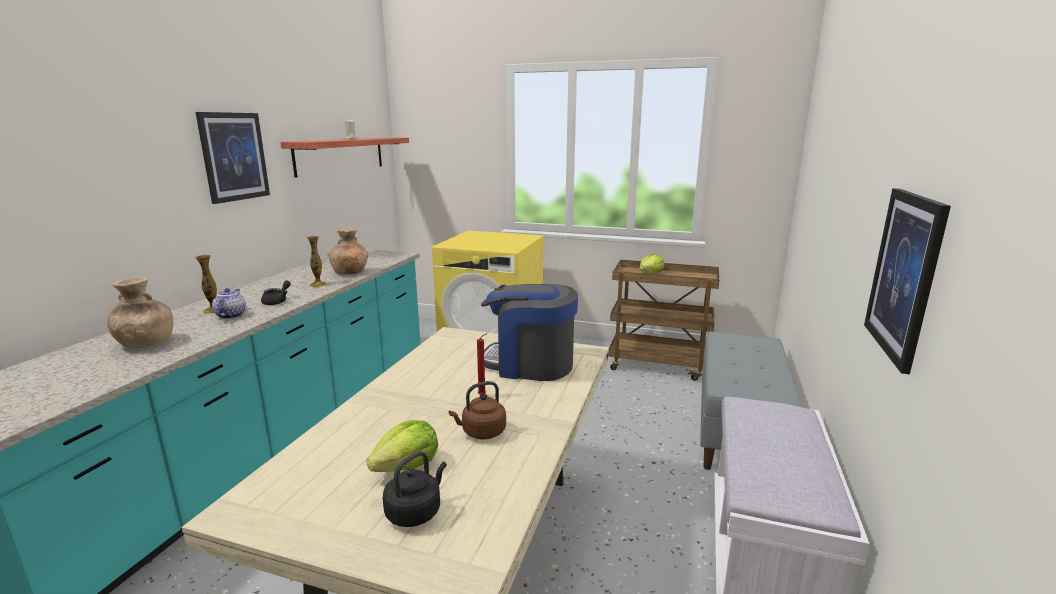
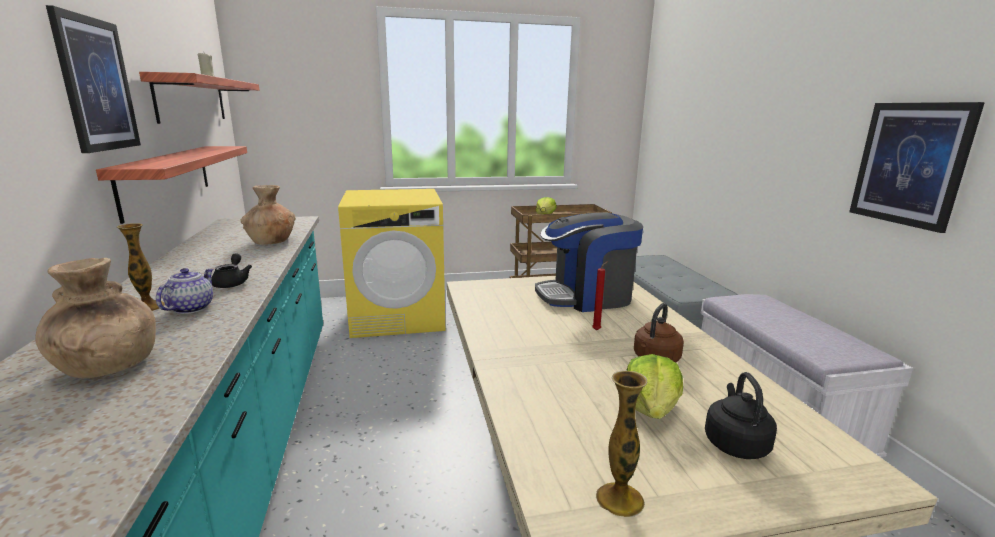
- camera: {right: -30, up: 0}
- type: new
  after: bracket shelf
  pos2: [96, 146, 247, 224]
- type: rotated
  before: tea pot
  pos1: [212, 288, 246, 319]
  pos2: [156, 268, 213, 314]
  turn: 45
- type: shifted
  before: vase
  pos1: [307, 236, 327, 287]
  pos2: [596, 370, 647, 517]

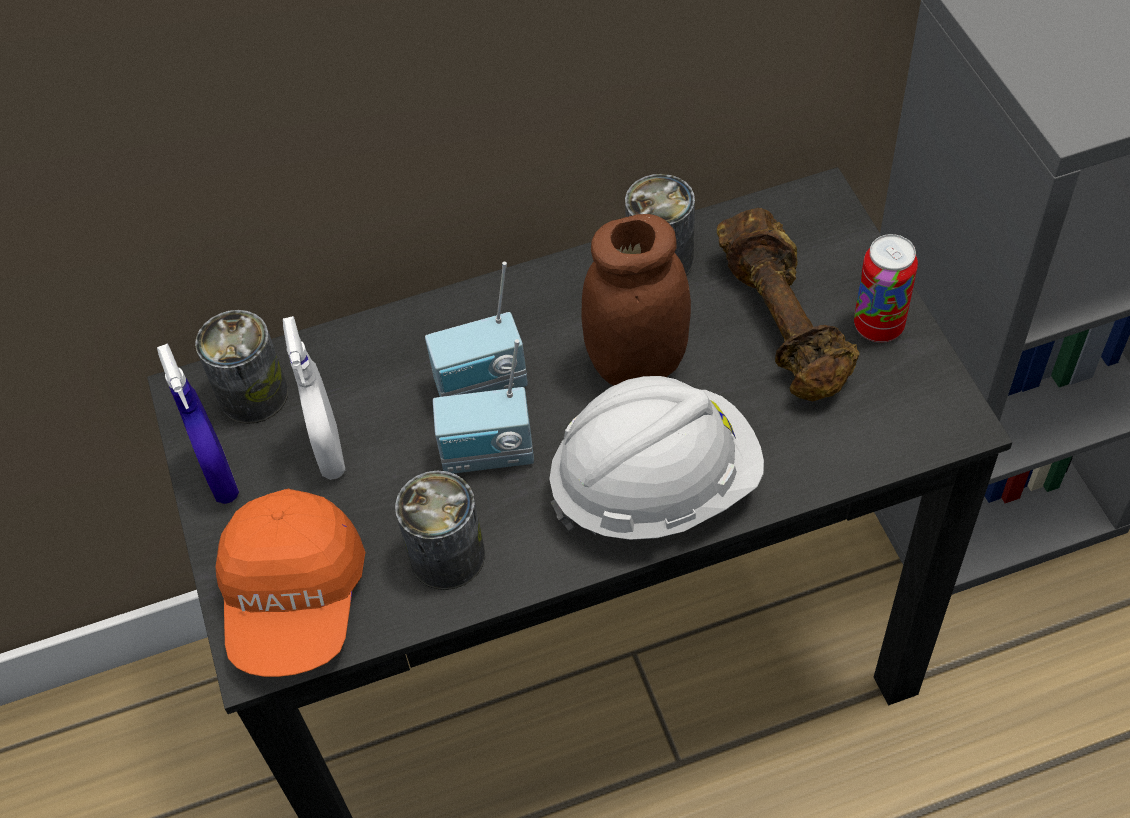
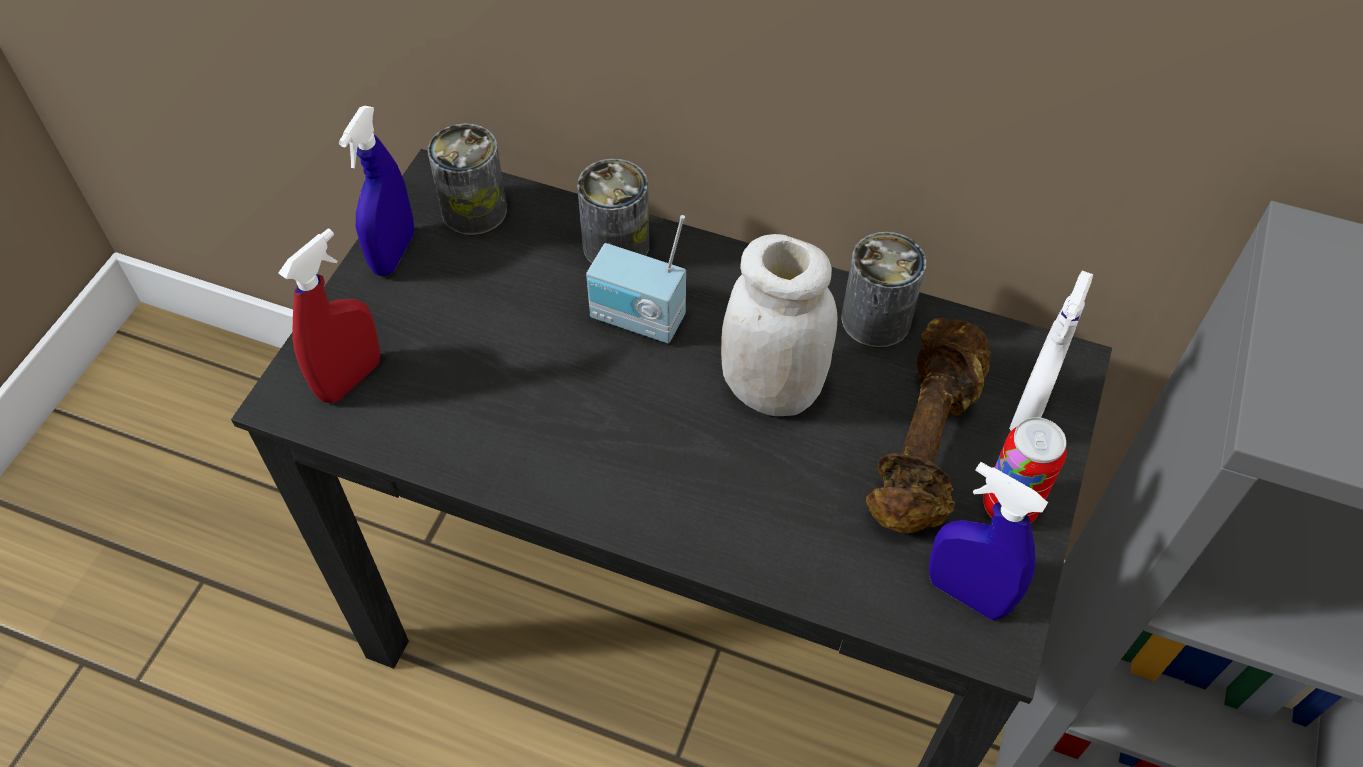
- camera: {right: 35, up: 0}
- type: swapped
  before: cap in orange
  after: hand sprayer in reddish
  pos1: [216, 488, 365, 677]
  pos2: [278, 228, 380, 403]
- type: shifted
  before: can
  pos1: [395, 471, 485, 590]
  pos2: [577, 159, 649, 264]
- type: repainted
  before: storage jar in brown-coloured
  after: storage jar in white-coloured
  pos1: [581, 214, 691, 385]
  pos2: [721, 234, 838, 416]
- type: new
  after: hand sprayer in blue
  pos2: [929, 462, 1048, 620]
- type: shifted
  before: hand sprayer in white-coloured
  pos1: [283, 316, 345, 480]
  pos2: [1009, 271, 1093, 431]
- type: gone
  before: radio set
  pos1: [433, 339, 534, 474]
- type: gone
  before: safety helmet in white-coloured
  pos1: [549, 376, 764, 540]

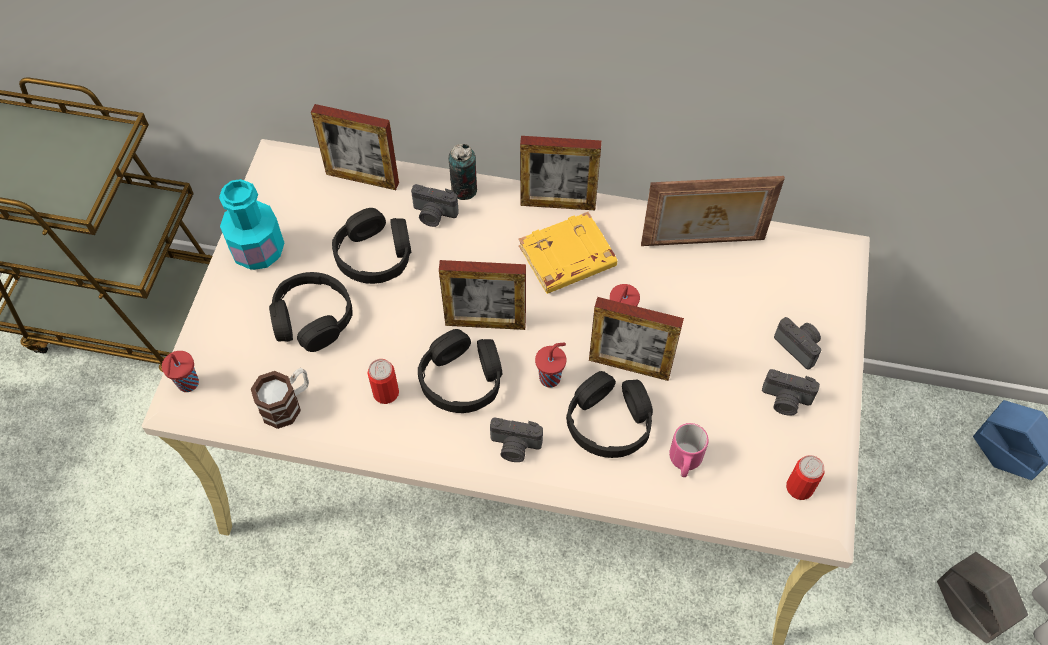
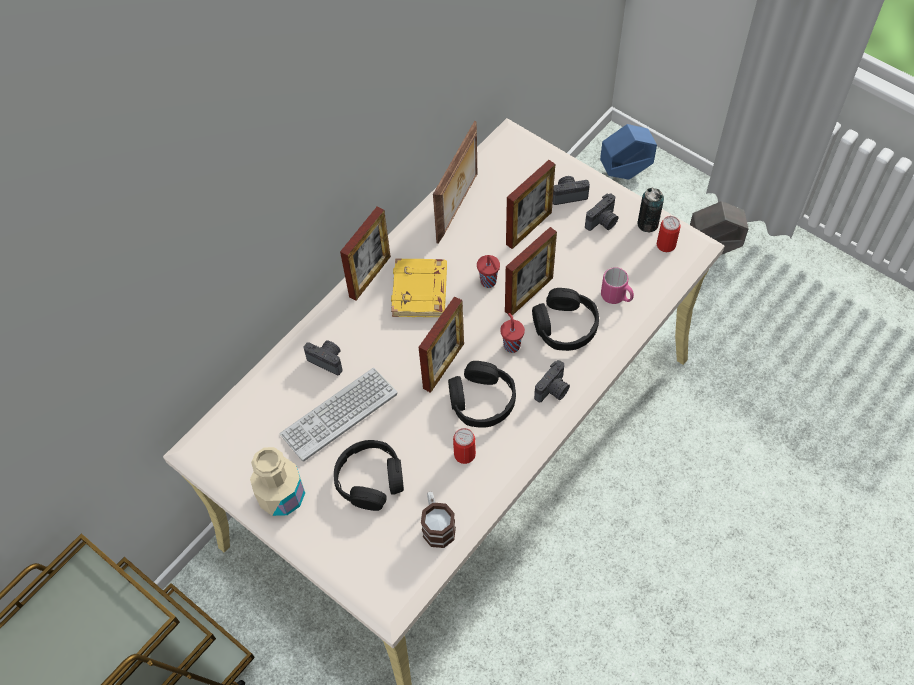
- camera: {right: -60, up: 0}
- type: repainted
  before: beverage bottle in turquoise-coloured
  after: beverage bottle in beige
  pos1: [219, 179, 284, 270]
  pos2: [250, 447, 305, 516]
- type: swapped
  before: pair of headphones in black-coloured
  after: computer keyboard
  pos1: [332, 208, 412, 284]
  pos2: [279, 368, 398, 461]
- type: rotated
  before: still camera
  pos1: [411, 184, 459, 227]
  pos2: [303, 340, 343, 375]
  turn: -105
- type: shifted
  before: photo frame
  pos1: [311, 104, 399, 190]
  pos2: [506, 160, 555, 249]
- type: shifted
  before: can
  pos1: [448, 144, 477, 200]
  pos2: [637, 188, 664, 232]
- type: gone
  before: small cup in reddish
  pos1: [162, 351, 199, 392]

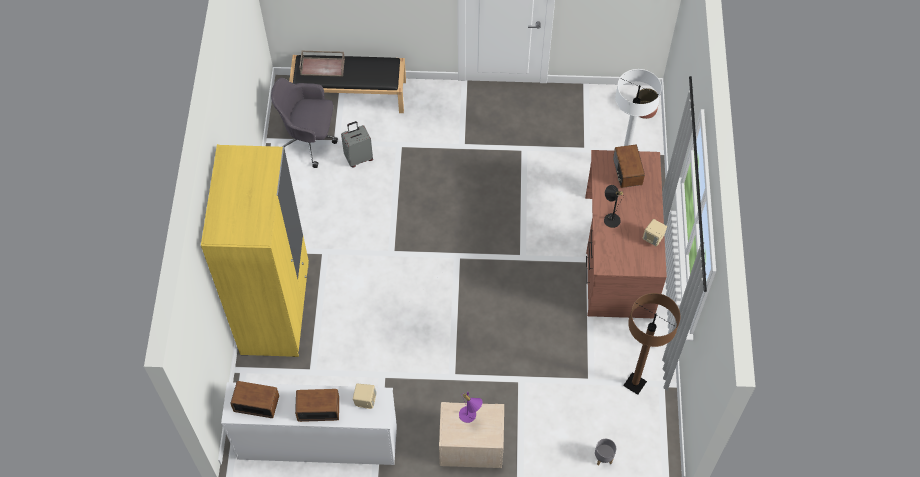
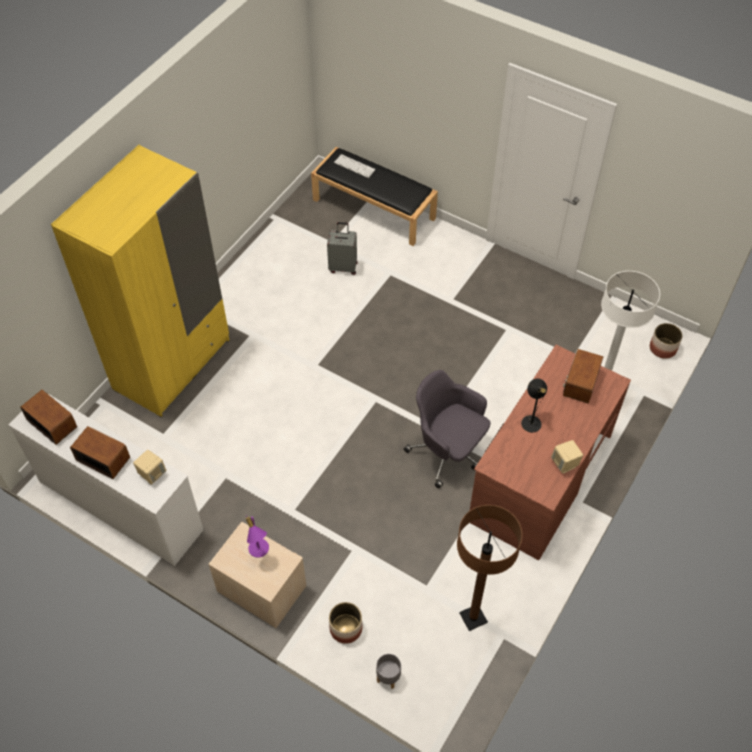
- camera: {right: 30, up: -5}
- type: new
  after: planter
  pos2: [329, 602, 363, 644]
- type: swapped
  before: carrying tray in brown-coloured
  after: computer keyboard
  pos1: [299, 51, 345, 76]
  pos2: [334, 154, 376, 178]
- type: shifted
  before: computer chair in gray
  pos1: [271, 78, 338, 168]
  pos2: [404, 370, 491, 488]

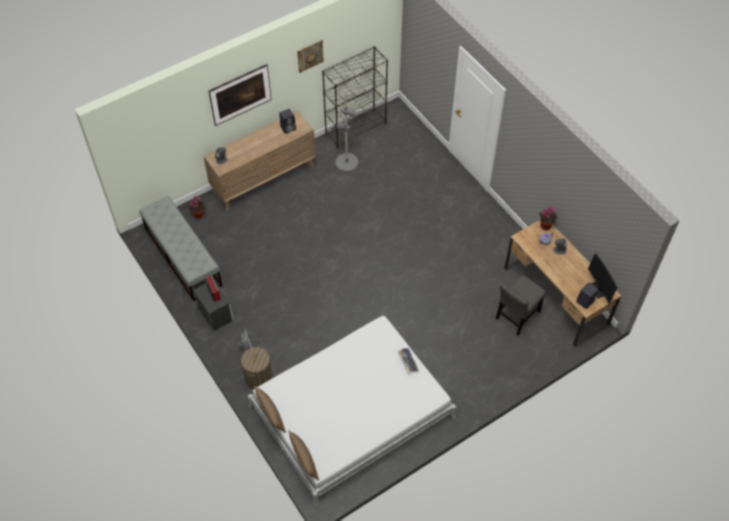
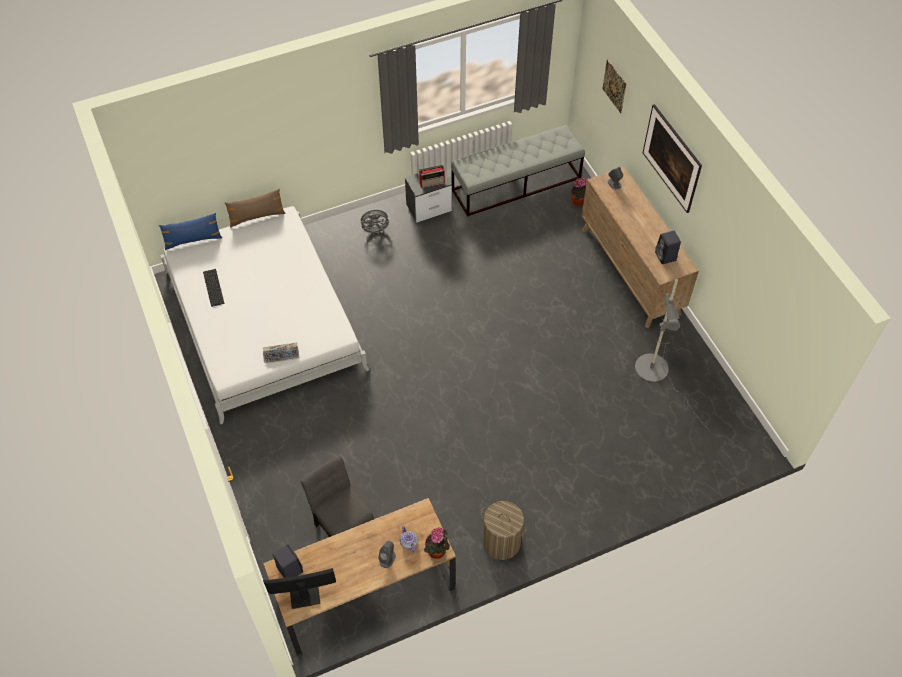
- camera: {right: 100, up: 0}
- type: repainted
  before: pillow in brown-coloured
  after: pillow in blue
  pos1: [288, 430, 319, 481]
  pos2: [159, 213, 222, 250]
- type: new
  after: computer keyboard
  pos2: [203, 269, 224, 307]
- type: shifted
  before: washing basket
  pos1: [241, 346, 272, 390]
  pos2: [481, 501, 527, 560]
- type: shifted
  before: wall art
  pos1: [297, 40, 324, 73]
  pos2: [602, 59, 626, 113]
- type: gone
  before: shelving unit in black-coloured
  pos1: [322, 46, 388, 149]

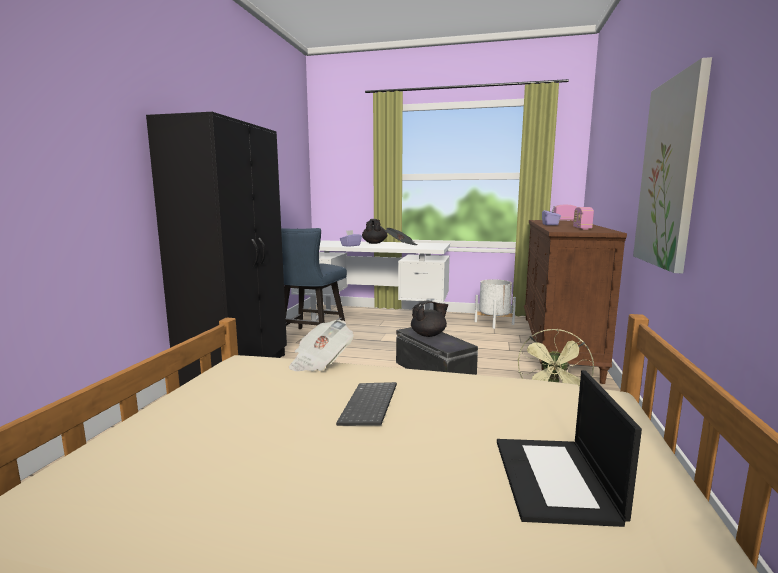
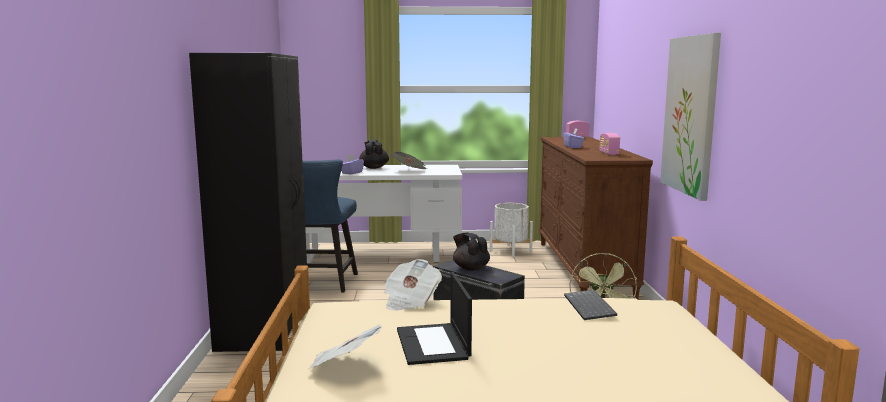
- camera: {right: -15, up: 0}
- type: new
  after: newspaper
  pos2: [307, 324, 382, 370]
- type: shifted
  before: notebook computer
  pos1: [497, 370, 642, 527]
  pos2: [397, 272, 472, 365]
- type: rotated
  before: tea pot in black-coloured
  pos1: [411, 301, 448, 337]
  pos2: [453, 232, 490, 271]
  turn: -90
- type: shifted
  before: computer keyboard
  pos1: [336, 382, 397, 426]
  pos2: [564, 290, 617, 320]

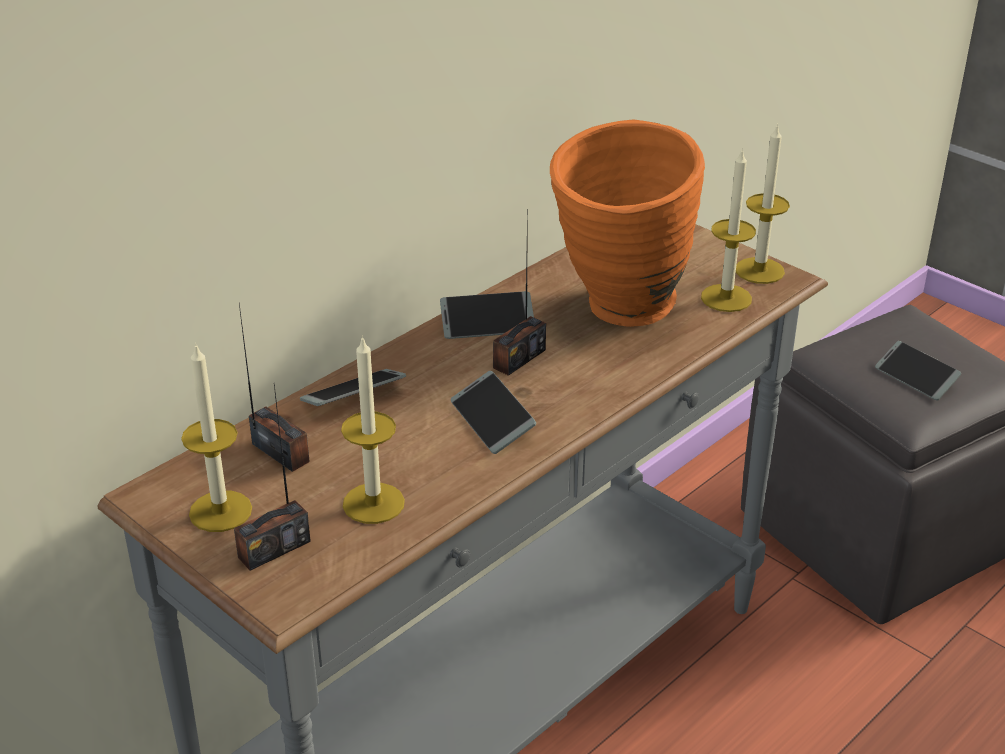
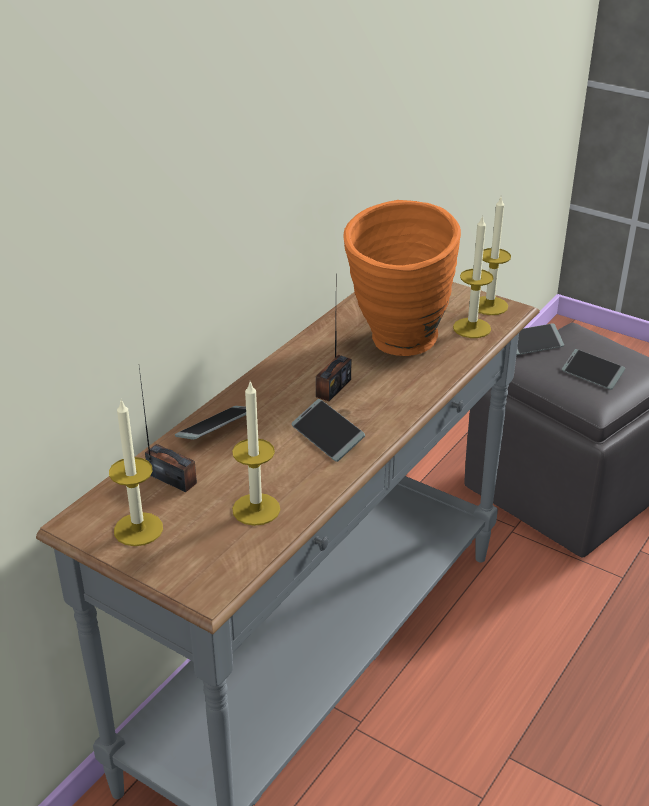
- camera: {right: -10, up: 0}
- type: shifted
  before: phone
  pos1: [440, 291, 534, 339]
  pos2: [517, 323, 564, 355]
- type: gone
  before: radio set
  pos1: [234, 384, 311, 571]

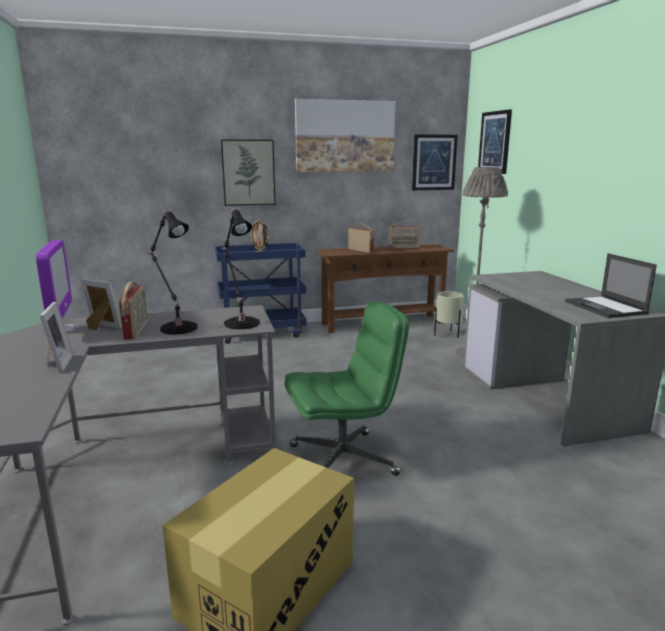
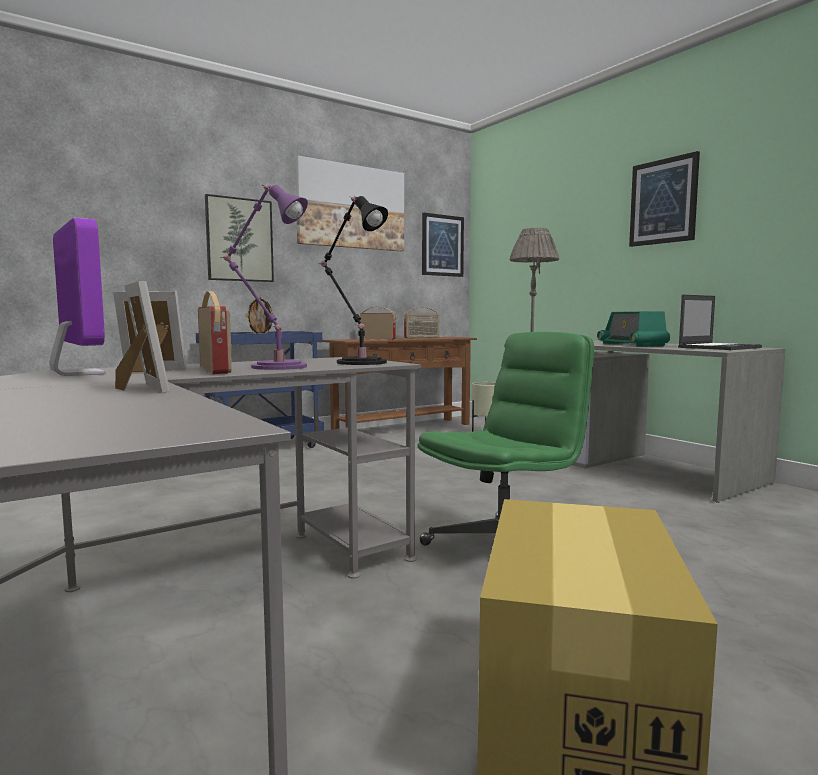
- camera: {right: -20, up: -10}
- type: repainted
  before: tabletop lamp in black-coloured
  after: tabletop lamp in purplish
  pos1: [148, 210, 197, 334]
  pos2: [220, 184, 308, 370]
- type: new
  after: radio set
  pos2: [597, 311, 670, 347]
- type: shifted
  before: wall art
  pos1: [478, 109, 512, 174]
  pos2: [629, 151, 700, 247]
- type: rotated
  before: notebook computer
  pos1: [565, 253, 657, 318]
  pos2: [678, 295, 762, 350]
  turn: -90

